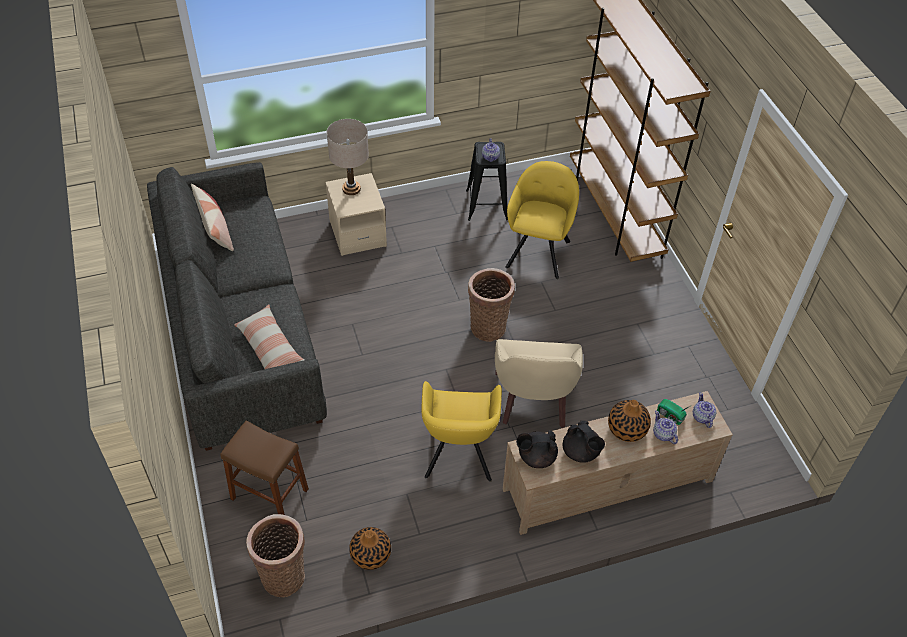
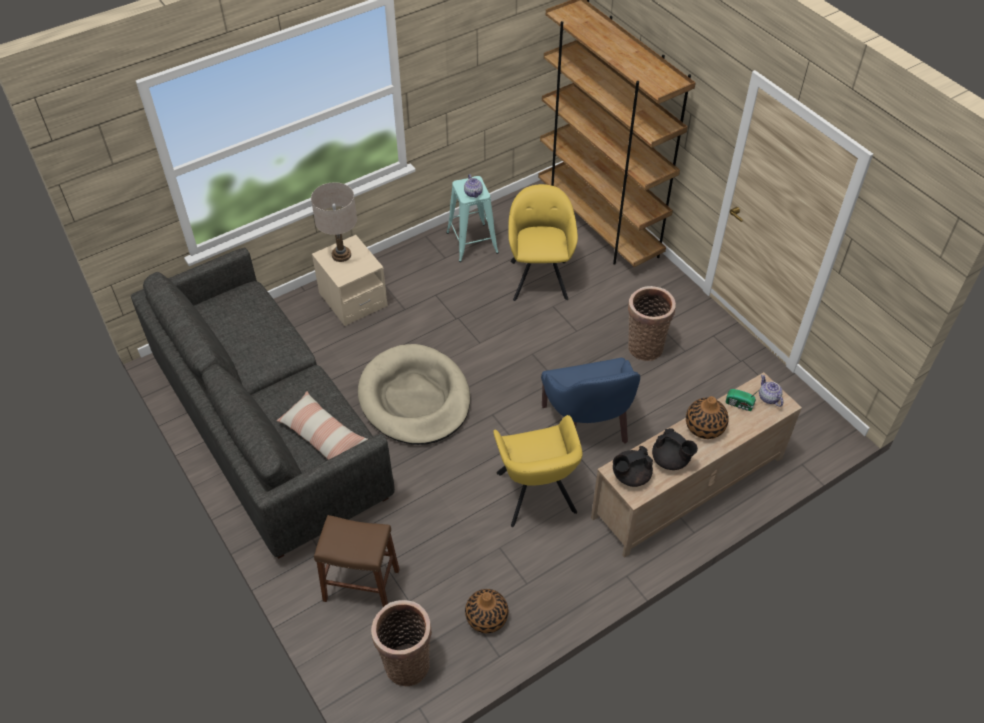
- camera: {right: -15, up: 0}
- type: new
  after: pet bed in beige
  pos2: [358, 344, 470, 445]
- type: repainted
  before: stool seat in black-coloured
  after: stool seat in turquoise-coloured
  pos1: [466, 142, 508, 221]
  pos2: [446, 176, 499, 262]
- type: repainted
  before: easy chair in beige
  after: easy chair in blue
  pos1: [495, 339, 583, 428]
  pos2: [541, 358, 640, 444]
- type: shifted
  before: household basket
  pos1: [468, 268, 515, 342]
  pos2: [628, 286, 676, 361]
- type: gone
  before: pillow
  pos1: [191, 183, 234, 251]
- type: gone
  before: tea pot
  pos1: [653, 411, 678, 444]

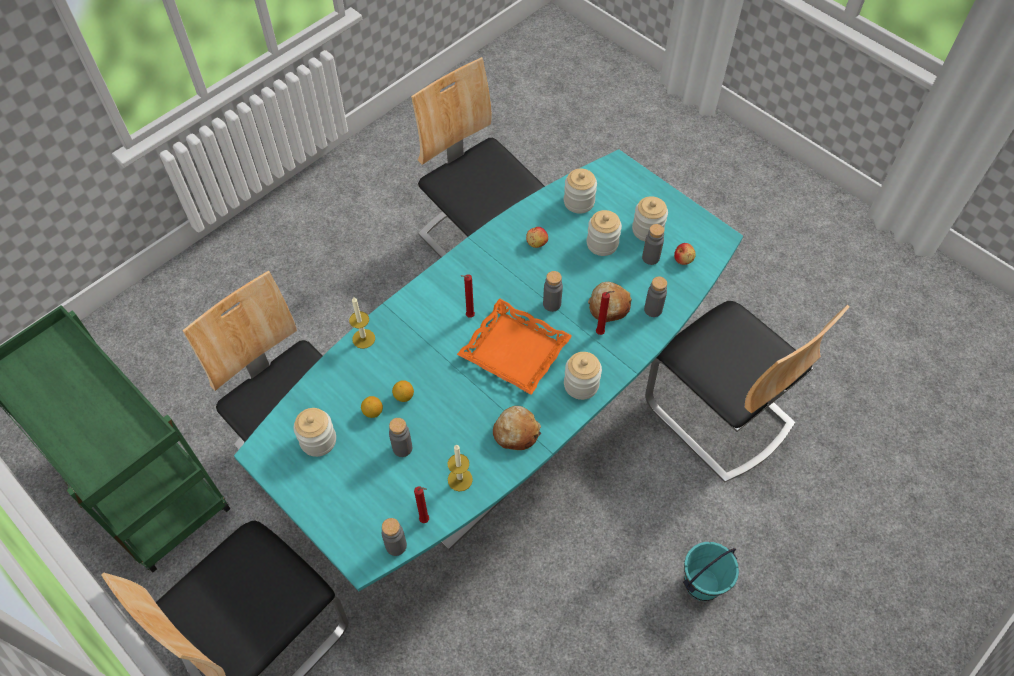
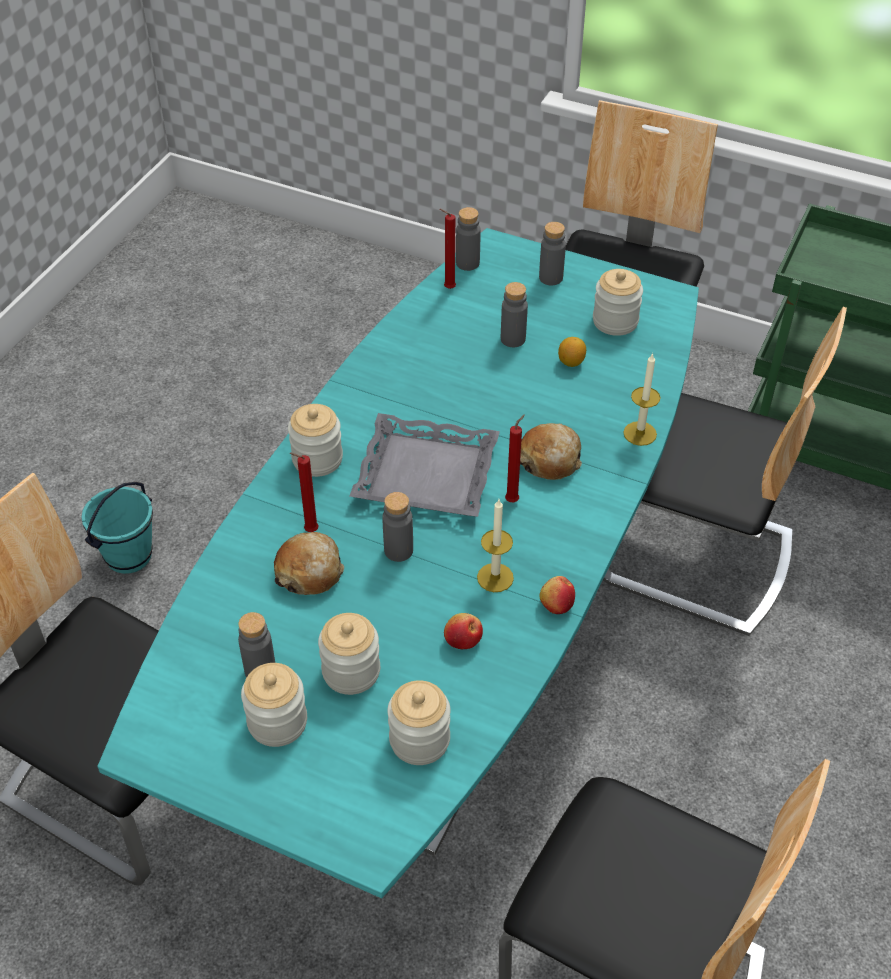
- camera: {right: 160, up: -10}
- type: repainted
  before: carrying tray in orange
  after: carrying tray in gray
  pos1: [457, 298, 572, 395]
  pos2: [350, 413, 500, 517]
- type: shifted
  before: wax light
  pos1: [448, 444, 473, 491]
  pos2: [477, 500, 514, 592]
- type: shifted
  before: bread
  pos1: [493, 406, 541, 450]
  pos2: [520, 423, 582, 480]
- type: shifted
  before: beverage bottle in gray
  pos1: [644, 277, 667, 317]
  pos2: [539, 222, 566, 285]
- type: shifted
  before: whole apple
  pos1: [674, 243, 696, 265]
  pos2: [539, 576, 575, 614]
- type: gone
  before: citrus fruit
  pos1: [392, 380, 414, 402]

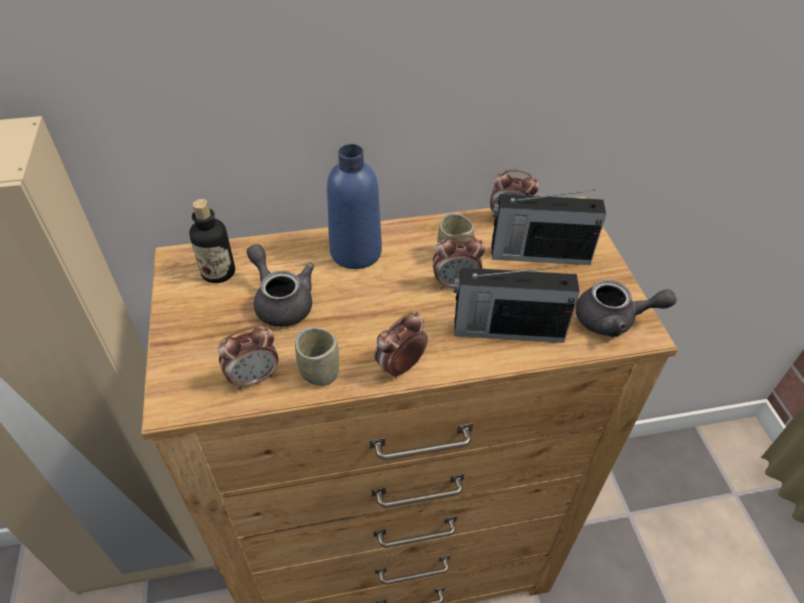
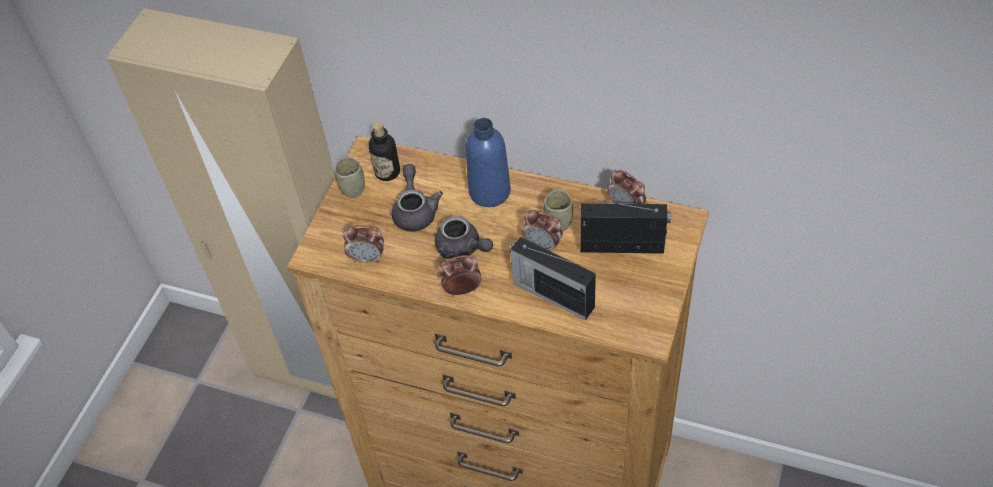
- camera: {right: 35, up: 5}
- type: shifted
  before: small cup
  pos1: [295, 328, 339, 386]
  pos2: [335, 157, 365, 198]
- type: shifted
  before: tea pot in gray
  pos1: [576, 280, 677, 337]
  pos2: [435, 216, 493, 259]
- type: rotated
  before: radio set
  pos1: [491, 190, 606, 265]
  pos2: [580, 199, 671, 254]
  turn: 150

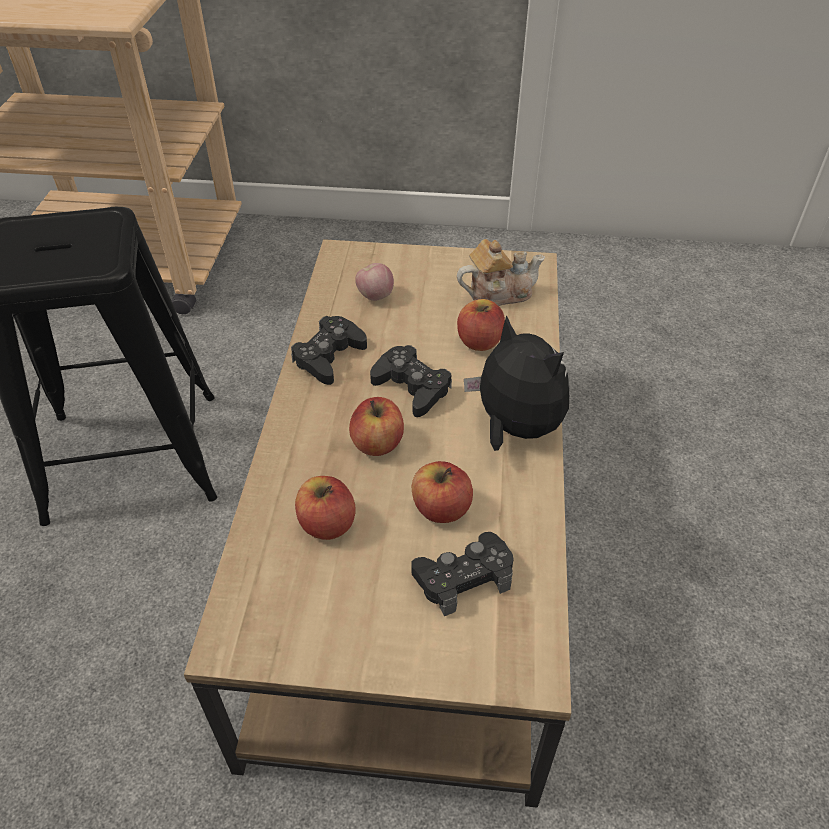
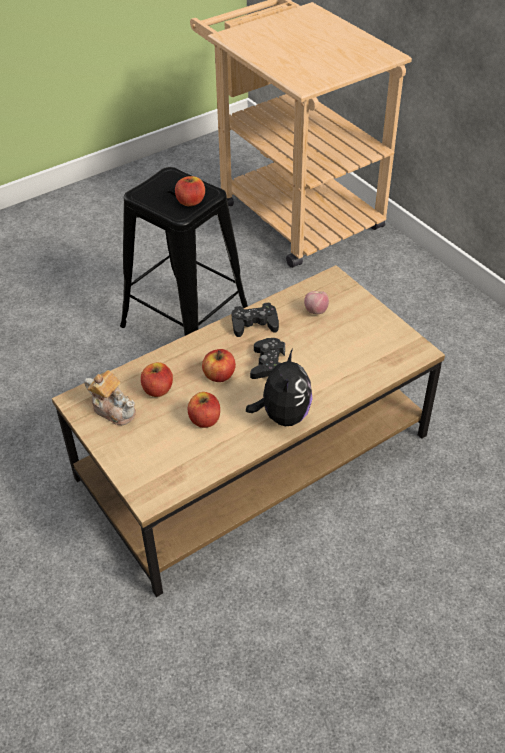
- camera: {right: 50, up: 0}
- type: shifted
  before: tea pot
  pos1: [457, 239, 545, 306]
  pos2: [85, 370, 136, 425]
- type: shifted
  before: whole apple
  pos1: [457, 299, 505, 351]
  pos2: [175, 176, 205, 206]
- type: gone
  before: joypad in black-coloured
  pos1: [411, 532, 514, 616]

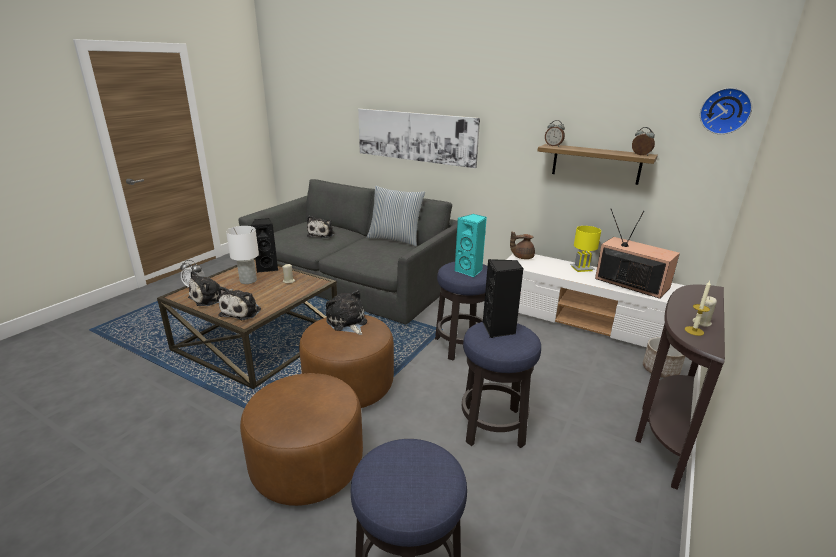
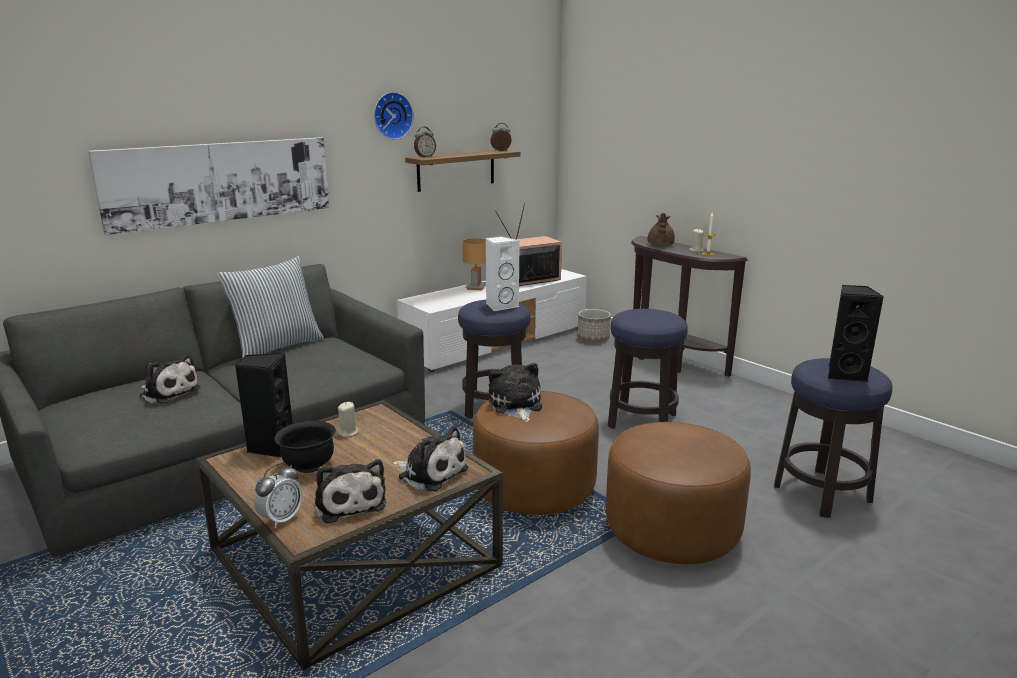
- camera: {right: -70, up: -5}
- type: swapped
  before: tabletop lamp in white-coloured
  after: bowl in black-coloured
  pos1: [226, 226, 259, 284]
  pos2: [274, 421, 336, 473]
- type: shifted
  before: clock on the wall
  pos1: [700, 88, 752, 134]
  pos2: [374, 92, 414, 140]
- type: repainted
  before: tabletop lamp in yellowish
  after: tabletop lamp in brown-coloured
  pos1: [570, 226, 601, 272]
  pos2: [462, 238, 486, 290]
- type: repainted
  before: speaker in turquoise-coloured
  after: speaker in white-coloured
  pos1: [455, 214, 487, 277]
  pos2: [486, 236, 520, 311]
- type: rotated
  before: plush toy
  pos1: [326, 290, 367, 335]
  pos2: [489, 363, 542, 422]
  turn: 90
- type: shifted
  before: tea pot in brown-coloured
  pos1: [510, 231, 535, 259]
  pos2: [648, 213, 675, 246]
- type: shifted
  before: speaker in black-coloured
  pos1: [483, 259, 523, 338]
  pos2: [828, 285, 884, 382]

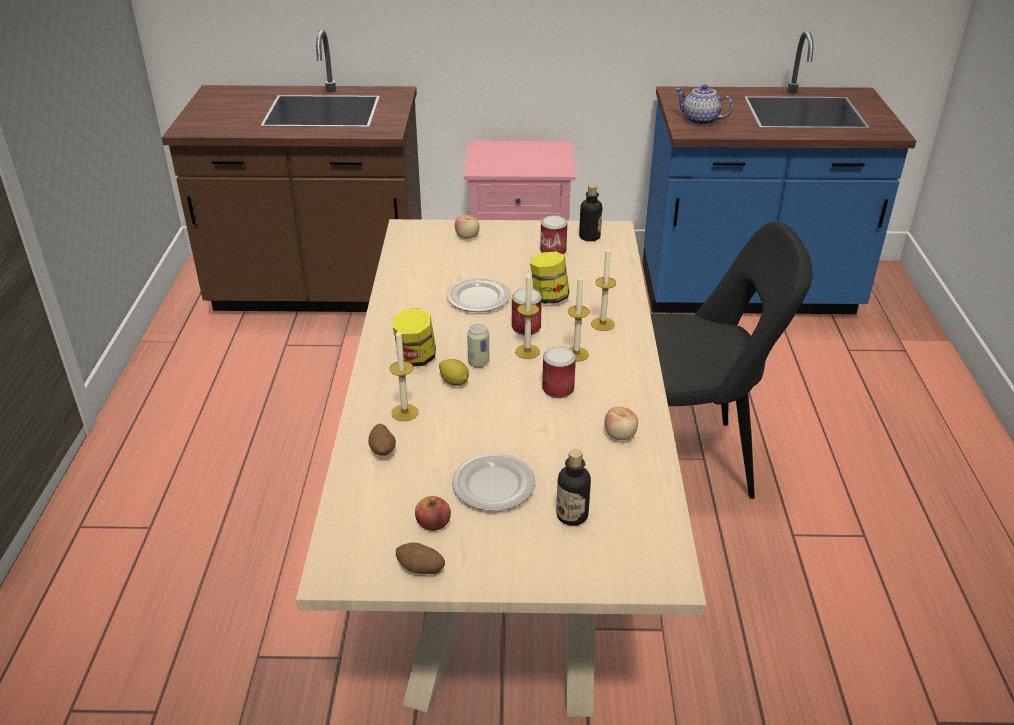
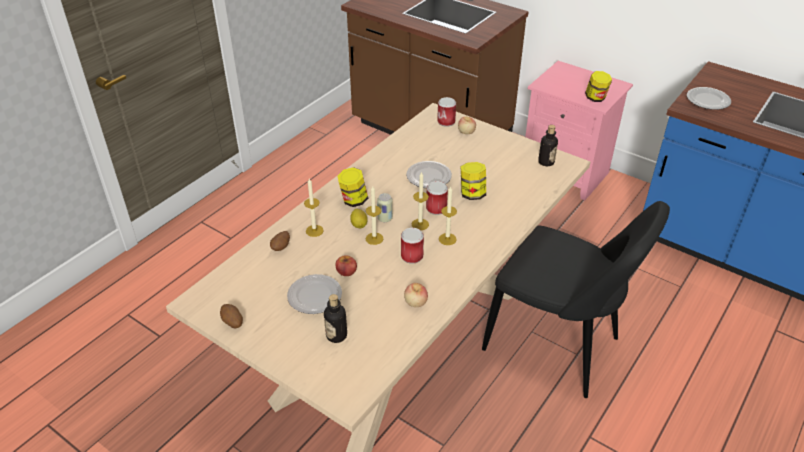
- camera: {right: 35, up: 5}
- type: shifted
  before: whole apple
  pos1: [415, 496, 451, 531]
  pos2: [336, 255, 357, 276]
- type: shifted
  before: wax light
  pos1: [591, 245, 616, 331]
  pos2: [366, 186, 383, 245]
- type: shifted
  before: can
  pos1: [540, 216, 567, 255]
  pos2: [437, 97, 456, 127]
- type: new
  after: storage jar
  pos2: [585, 71, 612, 102]
- type: swapped
  before: tea pot
  after: plate
  pos1: [675, 84, 733, 125]
  pos2: [687, 87, 731, 110]

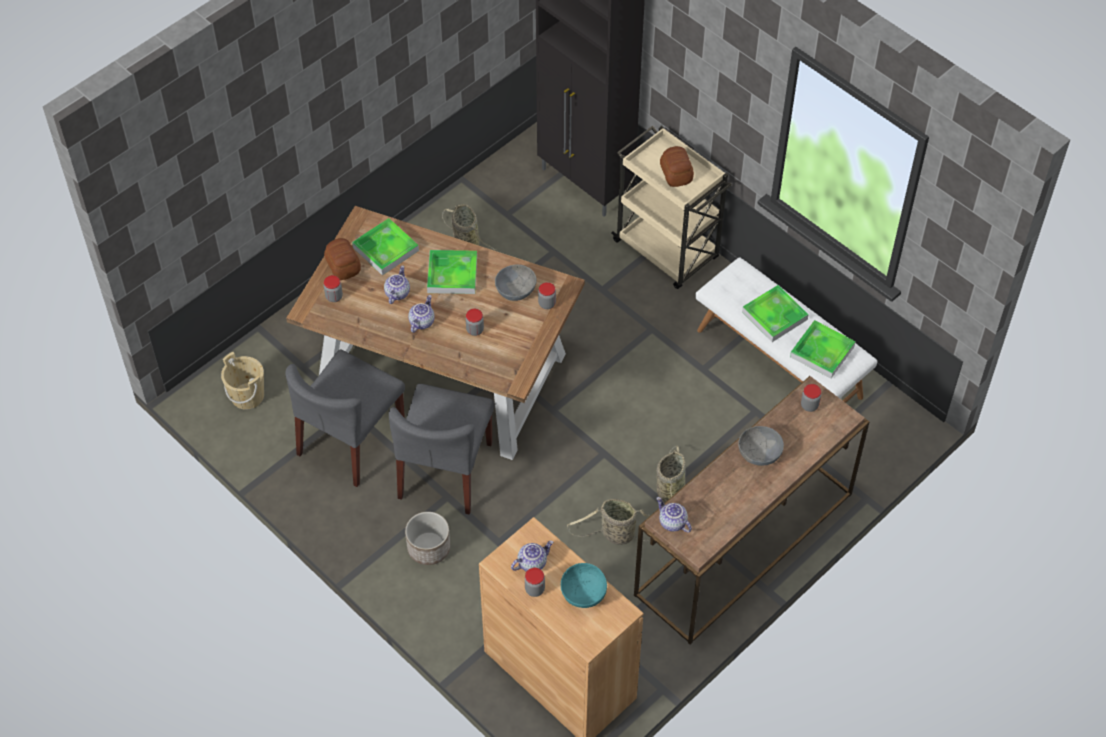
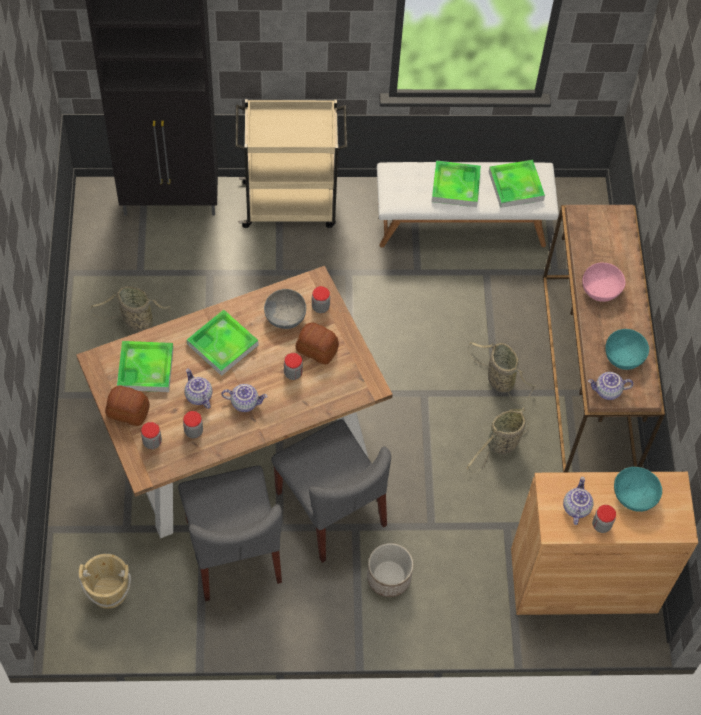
- camera: {right: -50, up: 5}
- type: shifted
  before: storage jar
  pos1: [801, 384, 821, 412]
  pos2: [183, 411, 203, 438]
- type: rotated
  before: tea pot
  pos1: [408, 295, 435, 333]
  pos2: [221, 384, 268, 412]
  turn: 120
- type: shifted
  before: bread
  pos1: [660, 146, 694, 187]
  pos2: [296, 323, 339, 365]
- type: repainted
  before: bowl in gray
  after: bowl in pink-coloured
  pos1: [738, 426, 784, 466]
  pos2: [582, 263, 625, 302]
- type: new
  after: bowl in turquoise-coloured
  pos2: [605, 329, 649, 370]

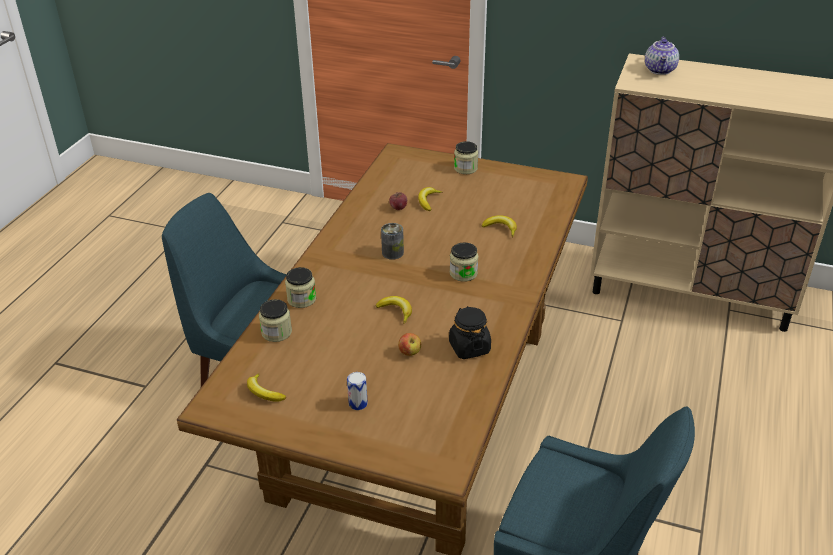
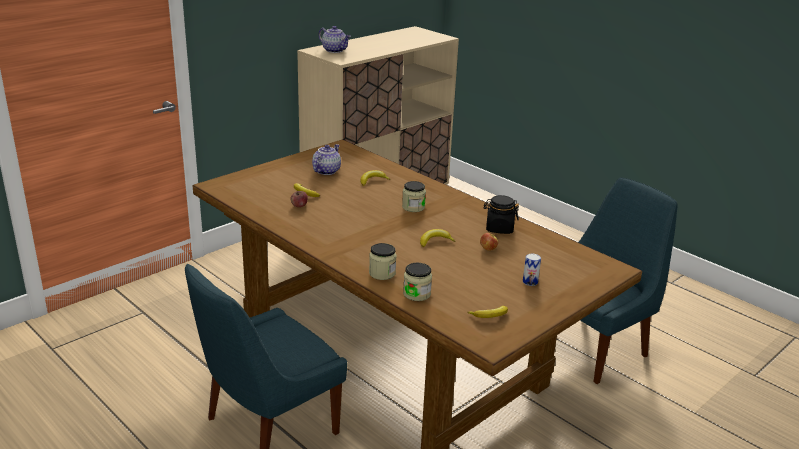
- camera: {right: -65, up: -10}
- type: new
  after: tea pot
  pos2: [312, 144, 341, 175]
- type: gone
  before: can
  pos1: [381, 223, 404, 260]
- type: gone
  before: storage jar
  pos1: [454, 141, 478, 174]

